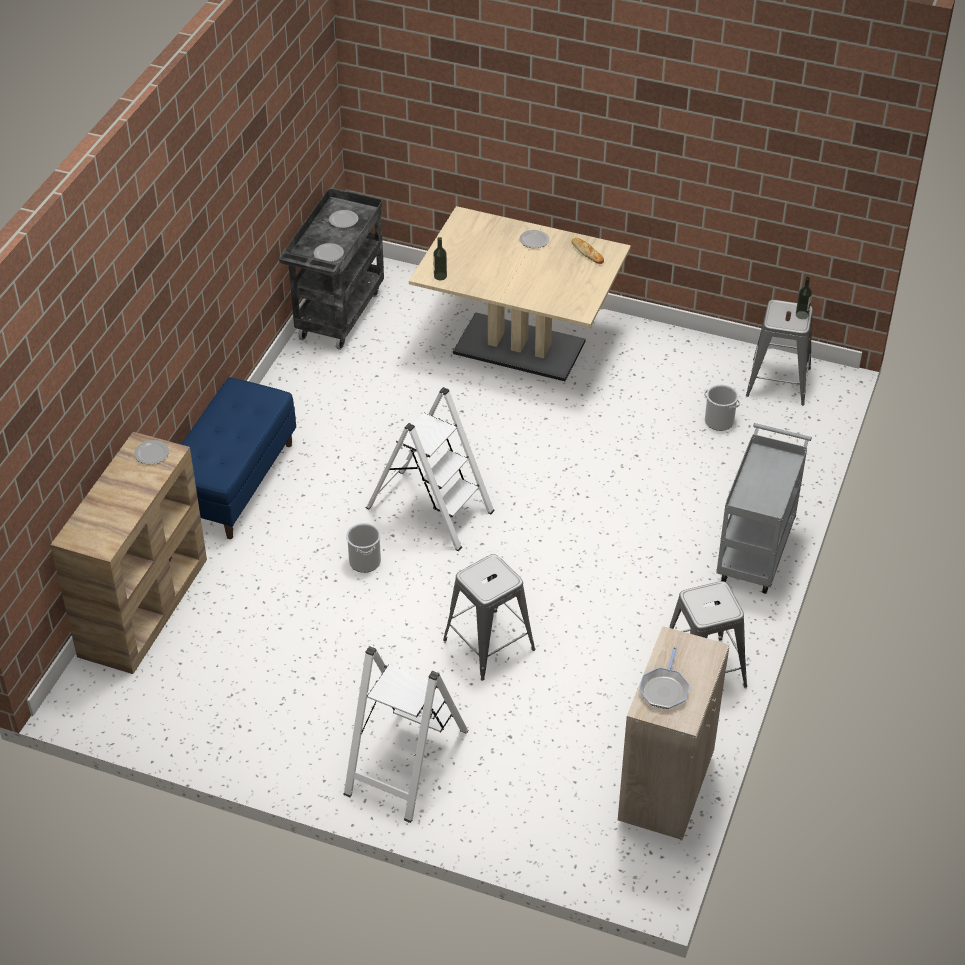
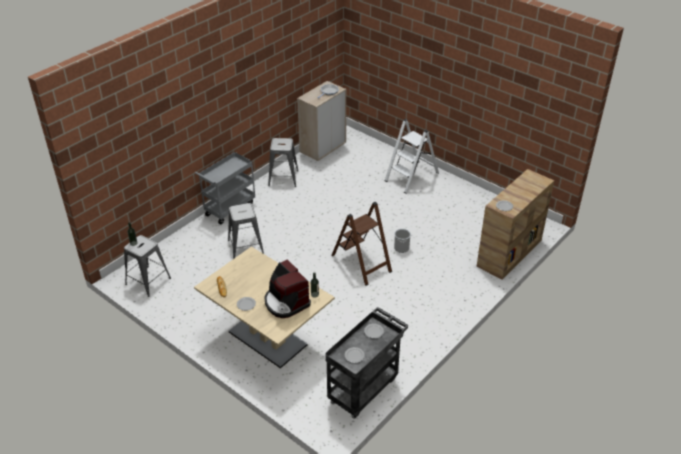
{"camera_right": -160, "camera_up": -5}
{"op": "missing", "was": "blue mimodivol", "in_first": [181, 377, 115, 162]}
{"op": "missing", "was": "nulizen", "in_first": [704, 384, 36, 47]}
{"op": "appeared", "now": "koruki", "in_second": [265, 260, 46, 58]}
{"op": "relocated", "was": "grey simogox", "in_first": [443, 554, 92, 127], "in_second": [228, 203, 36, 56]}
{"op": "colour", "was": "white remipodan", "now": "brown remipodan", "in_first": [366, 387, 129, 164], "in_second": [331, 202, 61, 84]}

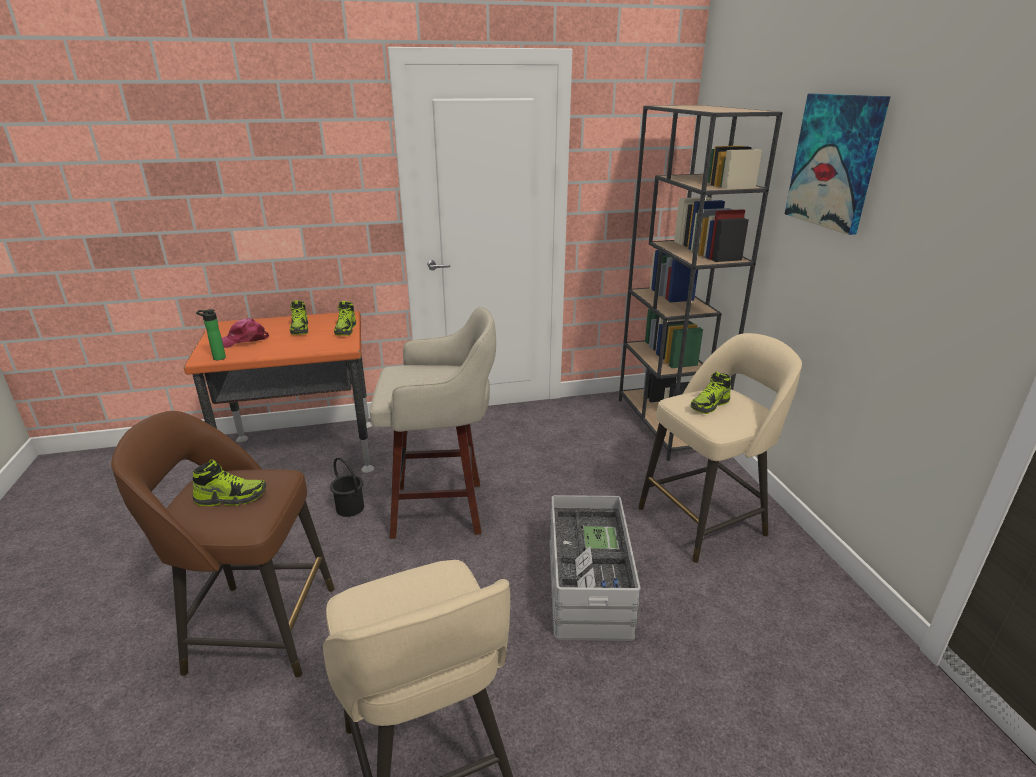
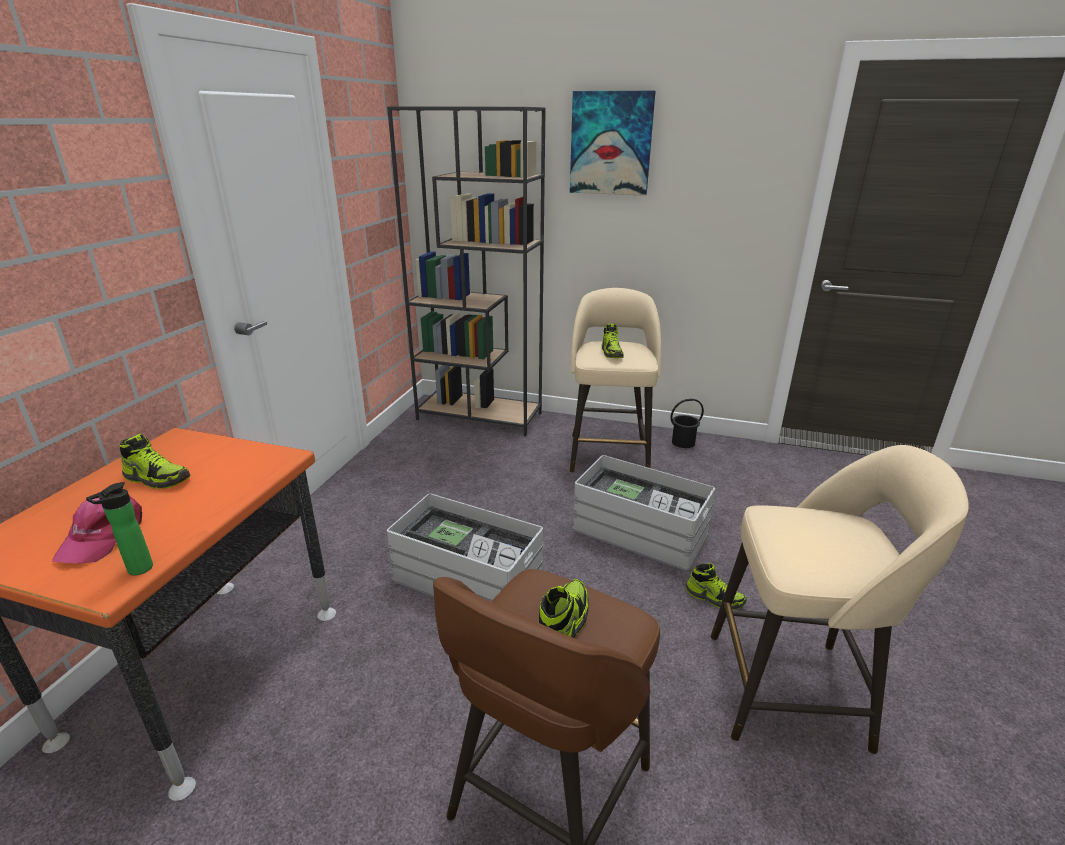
{"camera_right": -60, "camera_up": 0}
{"op": "relocated", "was": "black nulizen", "in_first": [330, 457, 34, 60], "in_second": [671, 399, 33, 49]}
{"op": "relocated", "was": "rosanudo", "in_first": [334, 301, 22, 35], "in_second": [686, 563, 61, 46]}
{"op": "exchanged", "was": "beige simogox", "now": "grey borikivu", "in_first": [370, 307, 126, 232], "in_second": [387, 494, 156, 108]}

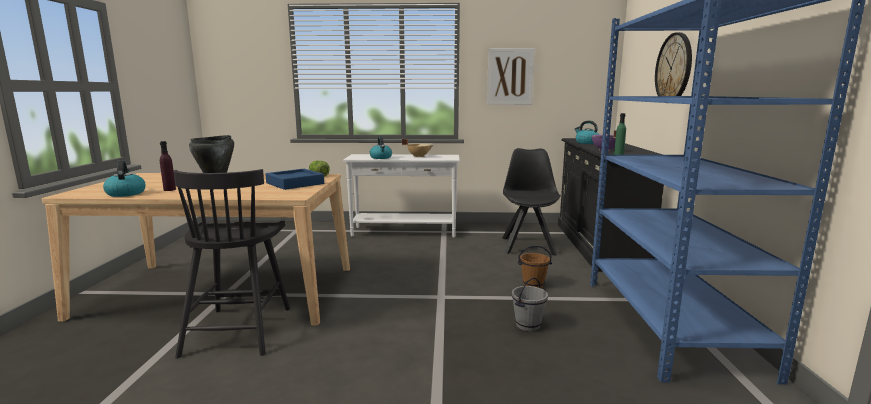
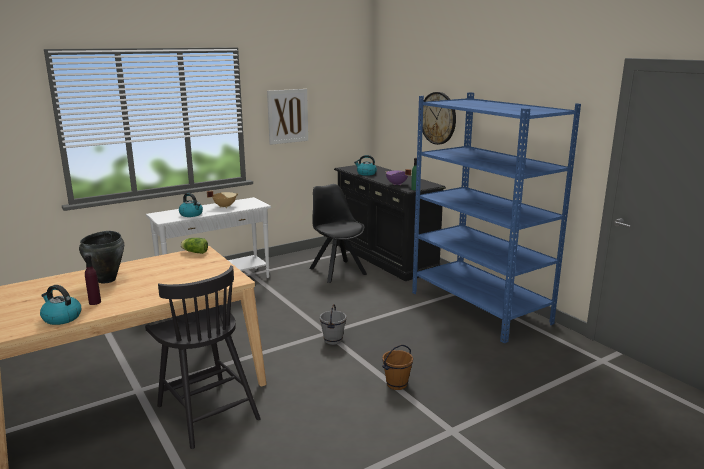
{"camera_right": -35, "camera_up": 5}
{"op": "missing", "was": "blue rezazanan", "in_first": [265, 169, 59, 21]}
{"op": "relocated", "was": "grey nulizen", "in_first": [512, 277, 36, 54], "in_second": [320, 304, 26, 41]}
{"op": "relocated", "was": "brown nulizen", "in_first": [518, 246, 34, 42], "in_second": [382, 345, 31, 45]}

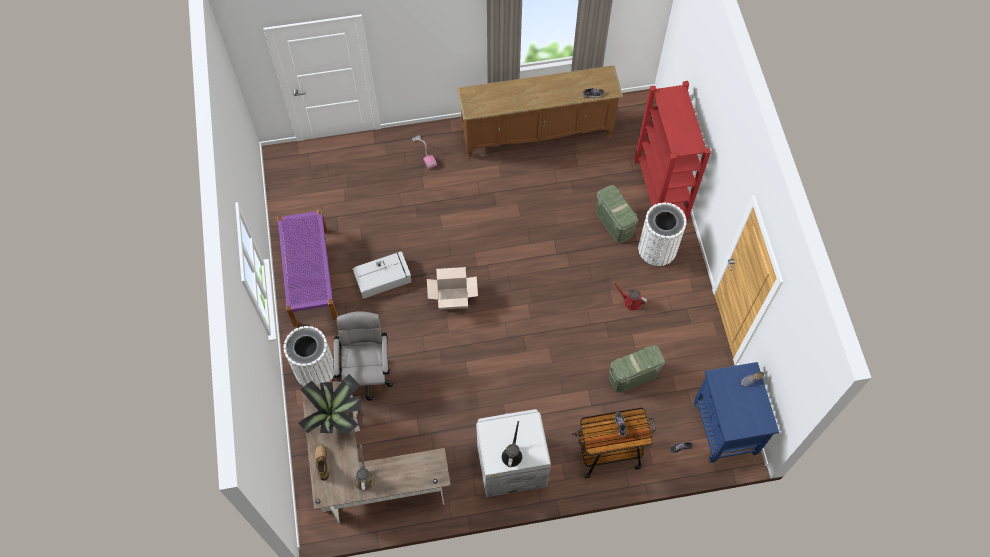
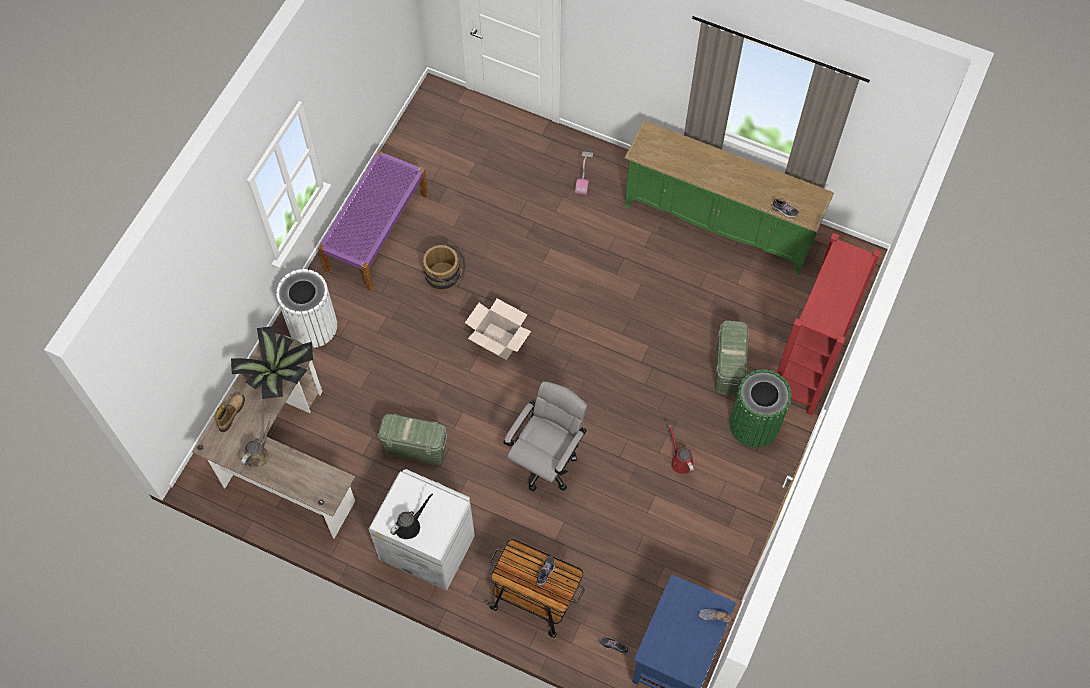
{"camera_right": 35, "camera_up": 0}
{"op": "relocated", "was": "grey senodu", "in_first": [334, 311, 59, 90], "in_second": [503, 381, 84, 110]}
{"op": "relocated", "was": "green borikivu", "in_first": [609, 345, 56, 48], "in_second": [377, 414, 71, 51]}
{"op": "exchanged", "was": "grey borikivu", "now": "brown nulizen", "in_first": [353, 251, 59, 48], "in_second": [423, 244, 43, 47]}
{"op": "colour", "was": "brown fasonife", "now": "green fasonife", "in_first": [457, 65, 166, 94], "in_second": [624, 121, 210, 154]}
{"op": "colour", "was": "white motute", "now": "green motute", "in_first": [638, 202, 48, 64], "in_second": [729, 369, 62, 79]}

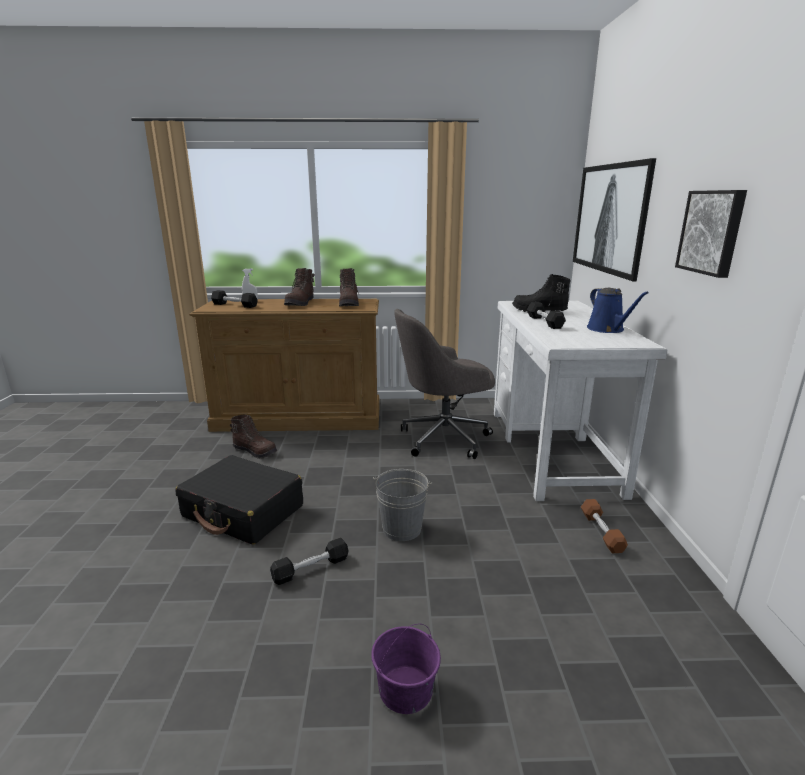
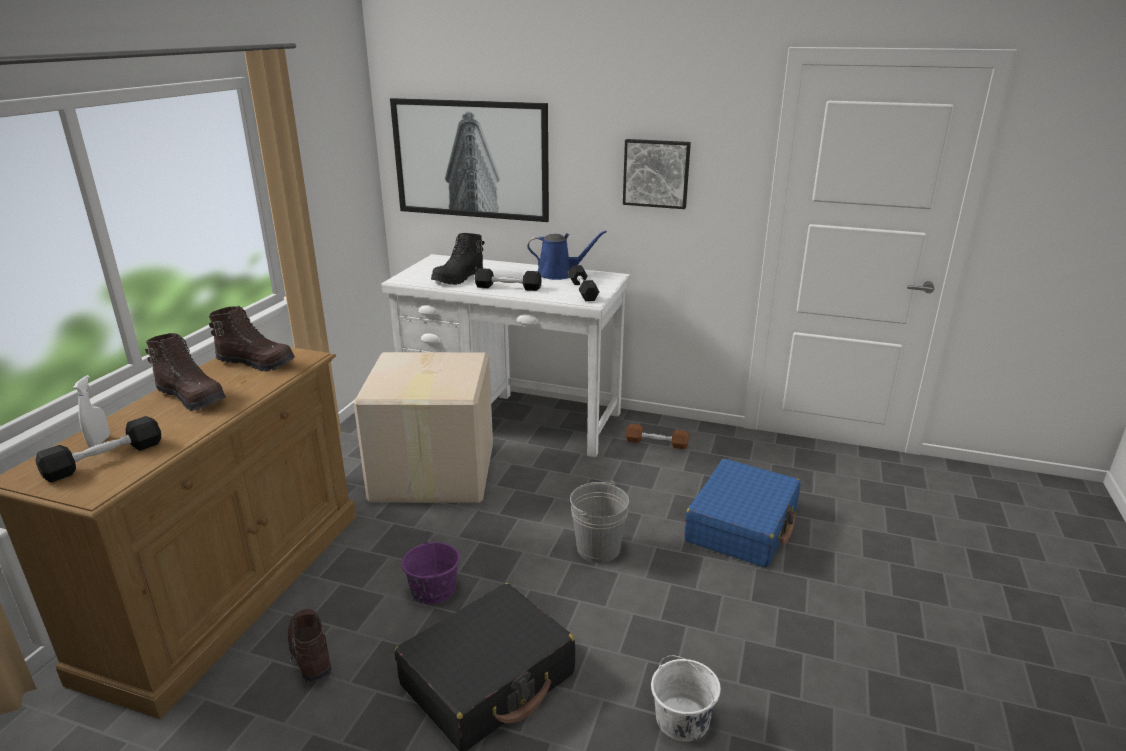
{"camera_right": -70, "camera_up": 5}
{"op": "appeared", "now": "white nulizen", "in_second": [651, 655, 70, 87]}
{"op": "appeared", "now": "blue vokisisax", "in_second": [684, 459, 117, 109]}
{"op": "relocated", "was": "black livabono", "in_first": [270, 538, 79, 47], "in_second": [568, 265, 31, 36]}
{"op": "relocated", "was": "purple nulizen", "in_first": [371, 624, 70, 90], "in_second": [401, 531, 59, 73]}
{"op": "exchanged", "was": "grey senodu", "now": "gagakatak", "in_first": [394, 309, 101, 150], "in_second": [353, 352, 140, 151]}
{"op": "spun", "was": "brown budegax", "in_first": [230, 415, 47, 44], "in_second": [288, 609, 44, 74], "clockwise": -75}

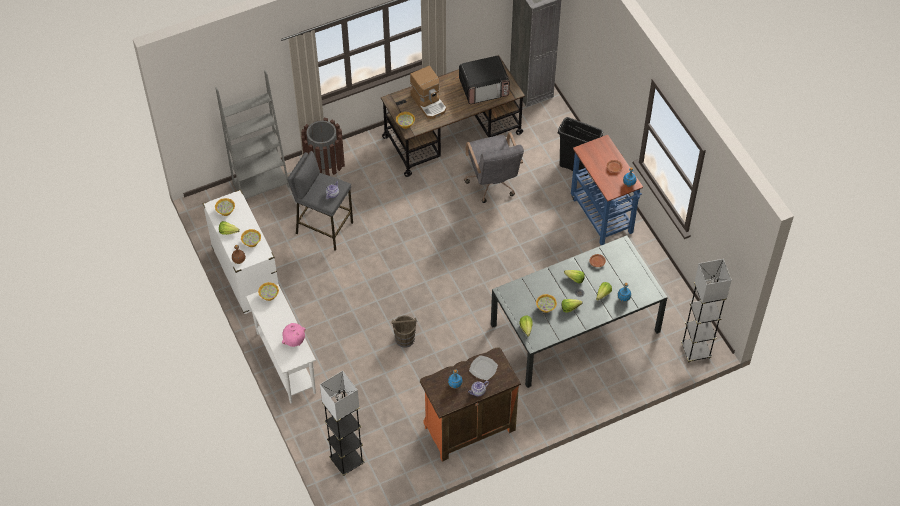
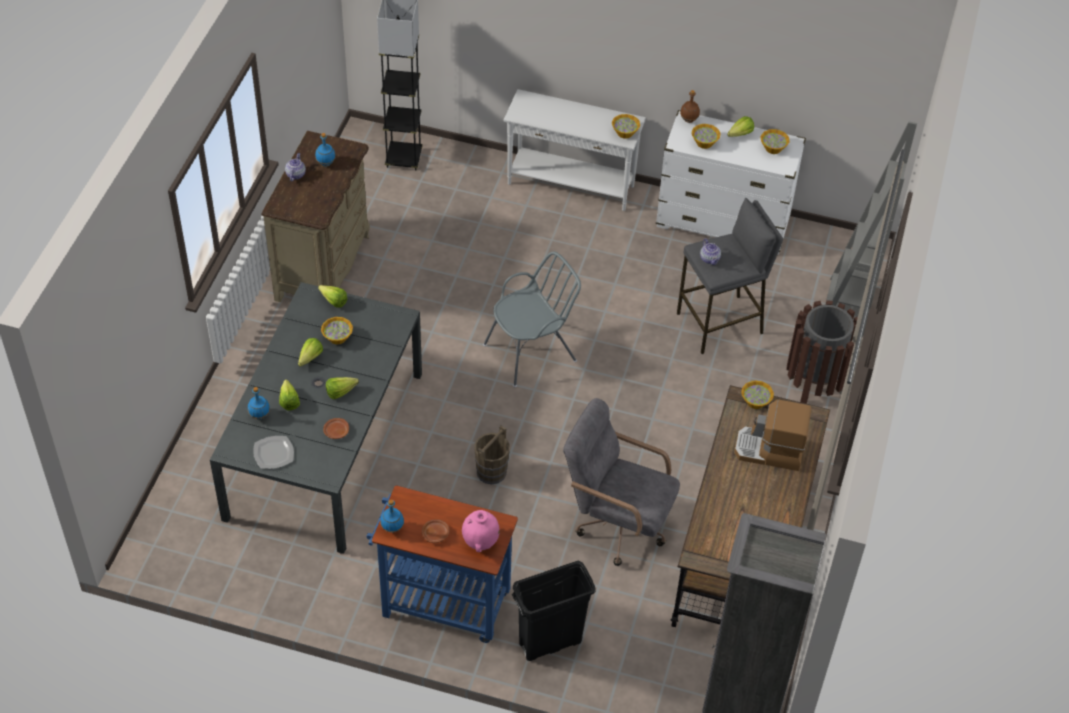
{"camera_right": 130, "camera_up": -5}
{"op": "missing", "was": "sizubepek", "in_first": [459, 56, 51, 48]}
{"op": "missing", "was": "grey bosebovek", "in_first": [681, 259, 51, 103]}
{"op": "appeared", "now": "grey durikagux", "in_second": [483, 252, 98, 135]}
{"op": "relocated", "was": "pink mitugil", "in_first": [282, 323, 24, 24], "in_second": [462, 510, 38, 42]}
{"op": "relocated", "was": "brown nulizen", "in_first": [391, 315, 26, 33], "in_second": [474, 425, 36, 59]}
{"op": "relocated", "was": "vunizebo", "in_first": [469, 355, 29, 25], "in_second": [253, 436, 41, 33]}
{"op": "colour", "was": "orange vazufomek", "now": "beige vazufomek", "in_first": [420, 347, 101, 115], "in_second": [262, 131, 108, 171]}

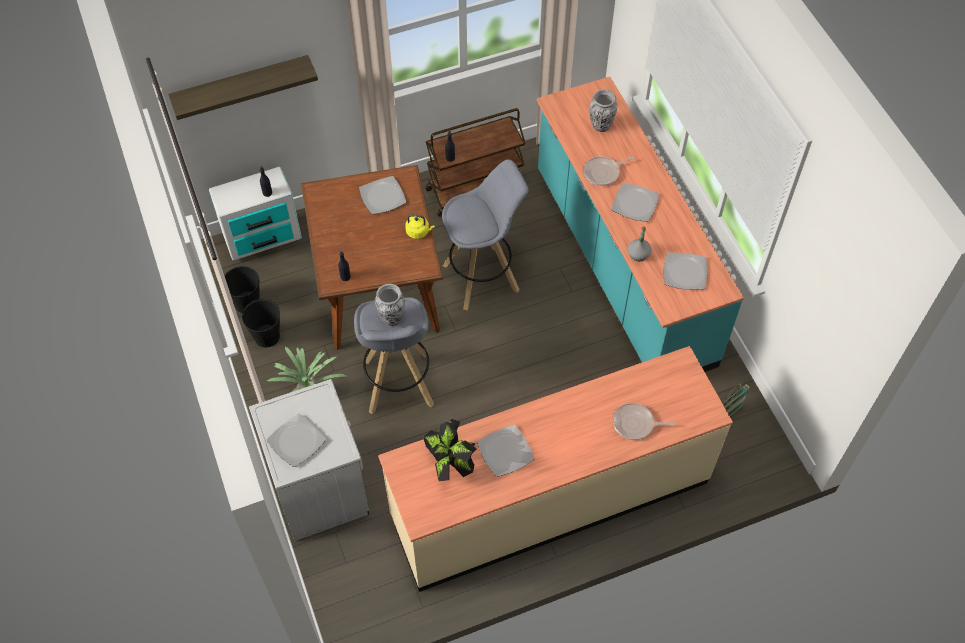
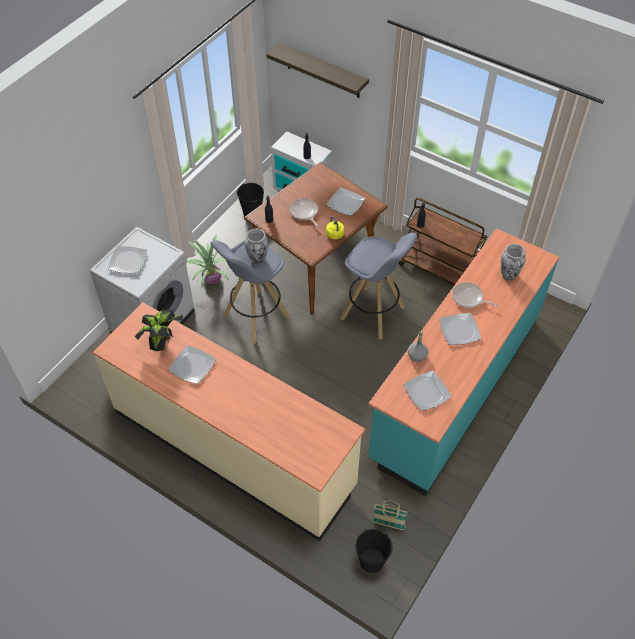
{"camera_right": 55, "camera_up": -5}
{"op": "relocated", "was": "black nulizen", "in_first": [242, 299, 38, 48], "in_second": [356, 529, 37, 44]}
{"op": "relocated", "was": "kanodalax", "in_first": [613, 403, 63, 37], "in_second": [290, 199, 28, 28]}

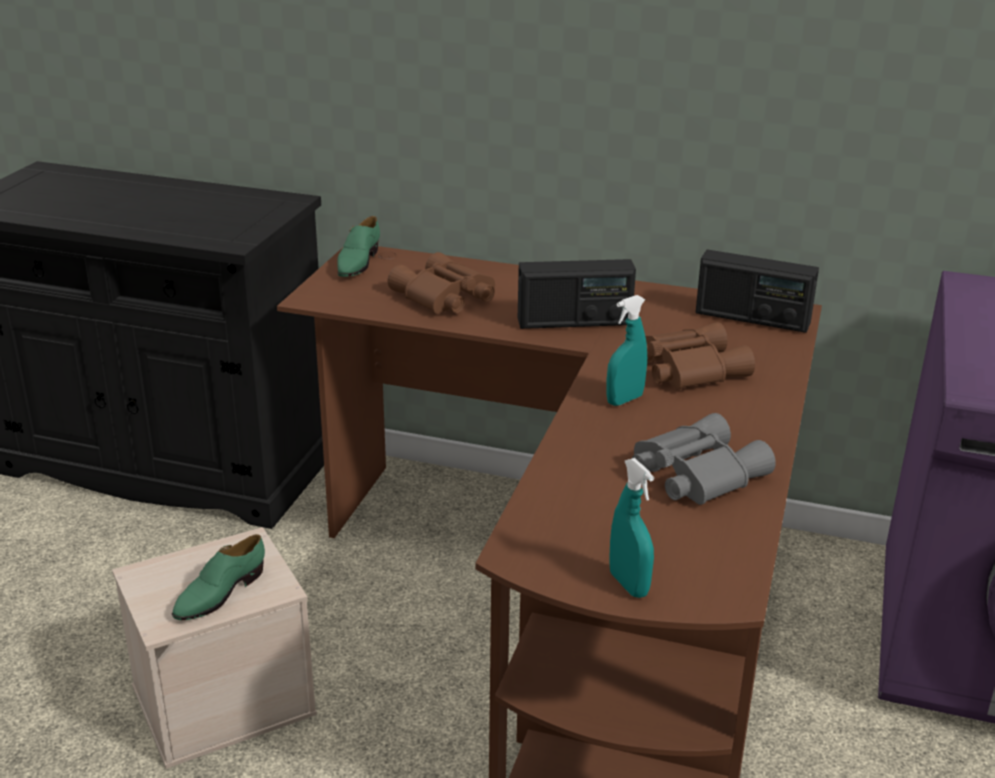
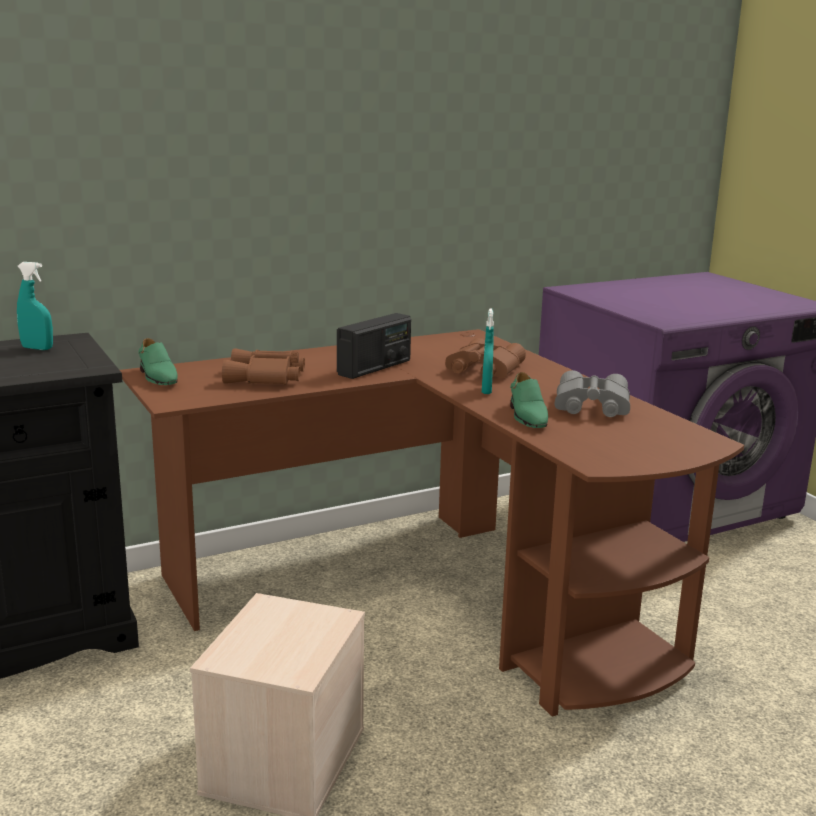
{"camera_right": -45, "camera_up": -10}
{"op": "missing", "was": "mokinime", "in_first": [696, 250, 123, 83]}
{"op": "relocated", "was": "green rosanudo", "in_first": [172, 534, 93, 86], "in_second": [510, 372, 38, 56]}
{"op": "relocated", "was": "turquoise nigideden", "in_first": [609, 458, 45, 140], "in_second": [17, 262, 36, 88]}

